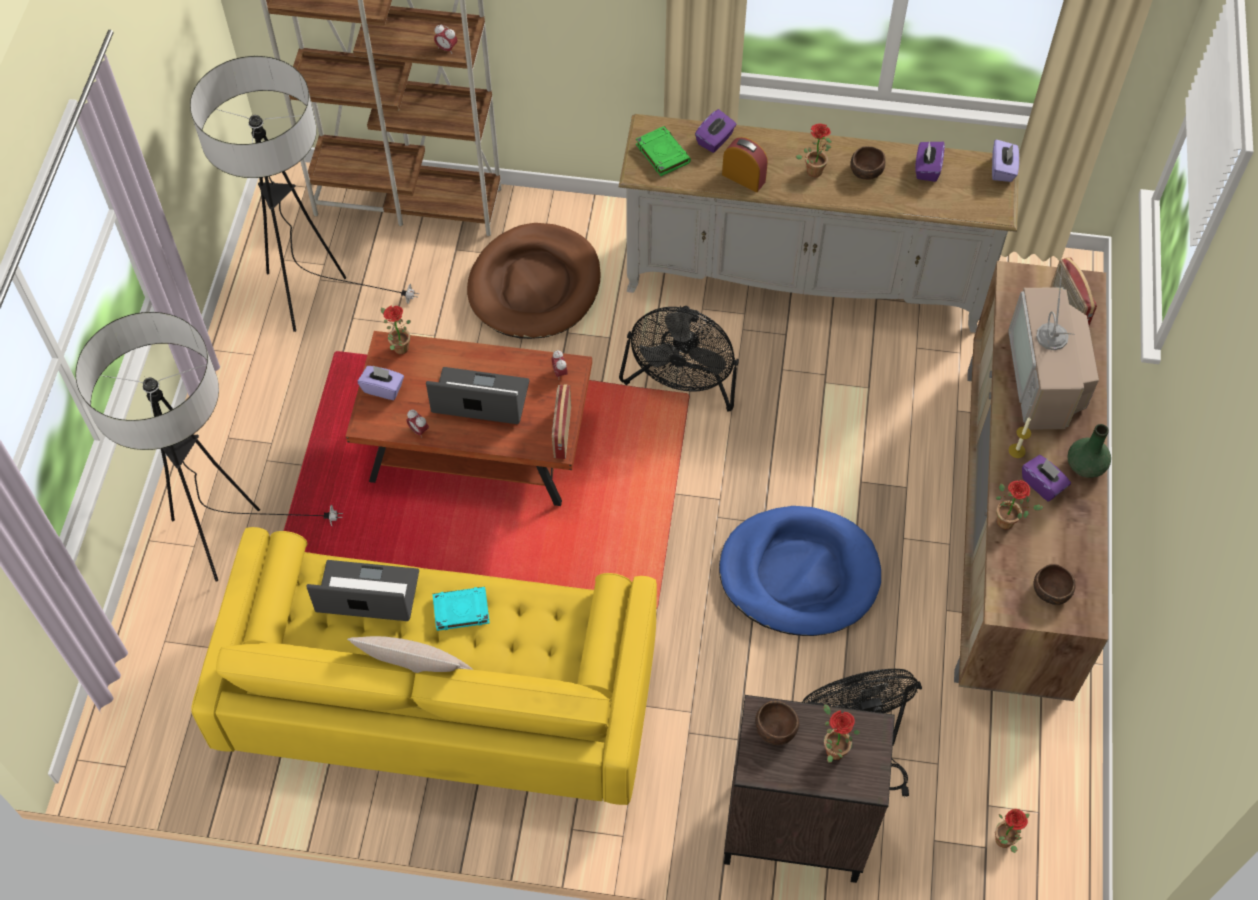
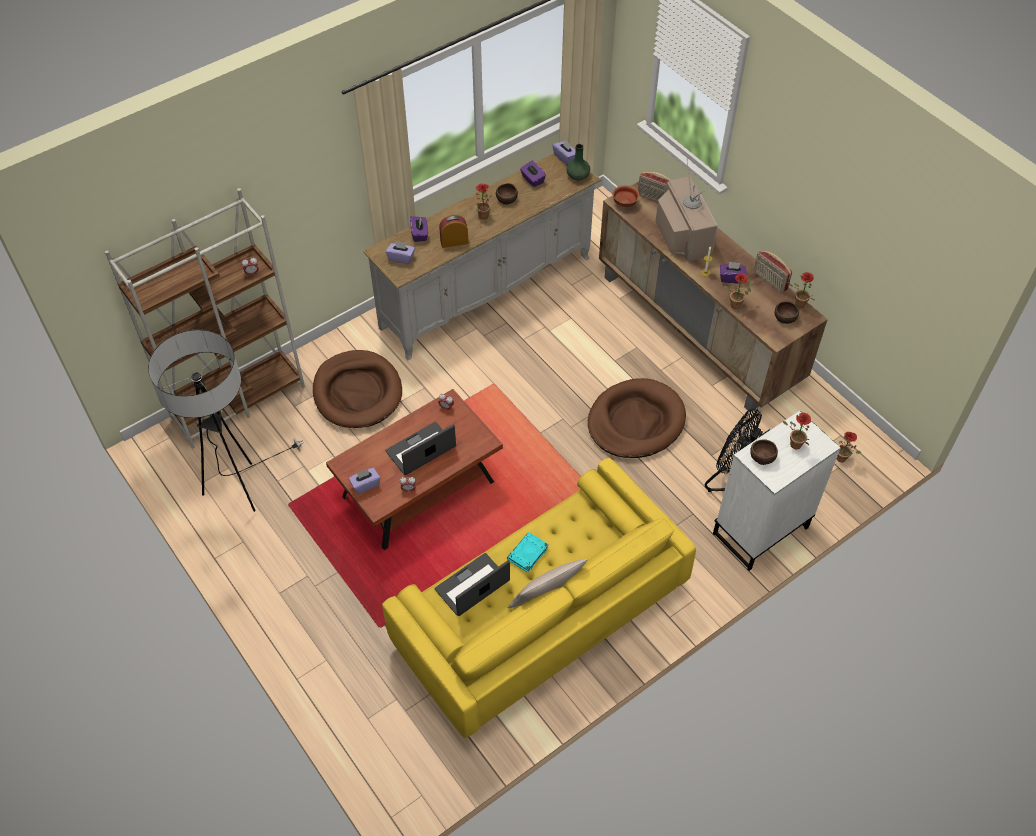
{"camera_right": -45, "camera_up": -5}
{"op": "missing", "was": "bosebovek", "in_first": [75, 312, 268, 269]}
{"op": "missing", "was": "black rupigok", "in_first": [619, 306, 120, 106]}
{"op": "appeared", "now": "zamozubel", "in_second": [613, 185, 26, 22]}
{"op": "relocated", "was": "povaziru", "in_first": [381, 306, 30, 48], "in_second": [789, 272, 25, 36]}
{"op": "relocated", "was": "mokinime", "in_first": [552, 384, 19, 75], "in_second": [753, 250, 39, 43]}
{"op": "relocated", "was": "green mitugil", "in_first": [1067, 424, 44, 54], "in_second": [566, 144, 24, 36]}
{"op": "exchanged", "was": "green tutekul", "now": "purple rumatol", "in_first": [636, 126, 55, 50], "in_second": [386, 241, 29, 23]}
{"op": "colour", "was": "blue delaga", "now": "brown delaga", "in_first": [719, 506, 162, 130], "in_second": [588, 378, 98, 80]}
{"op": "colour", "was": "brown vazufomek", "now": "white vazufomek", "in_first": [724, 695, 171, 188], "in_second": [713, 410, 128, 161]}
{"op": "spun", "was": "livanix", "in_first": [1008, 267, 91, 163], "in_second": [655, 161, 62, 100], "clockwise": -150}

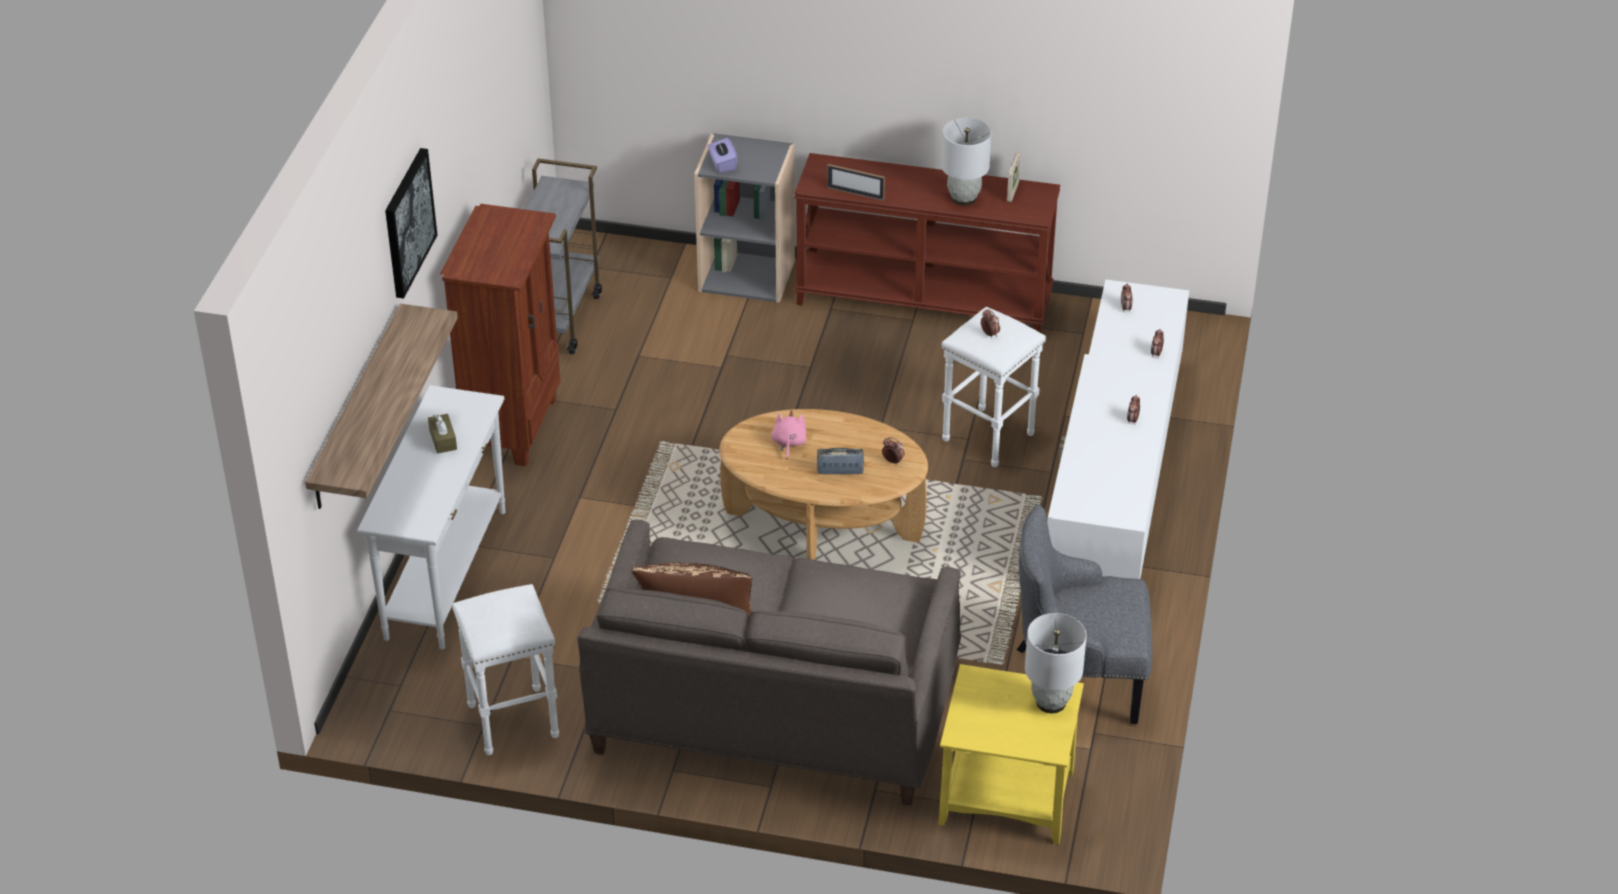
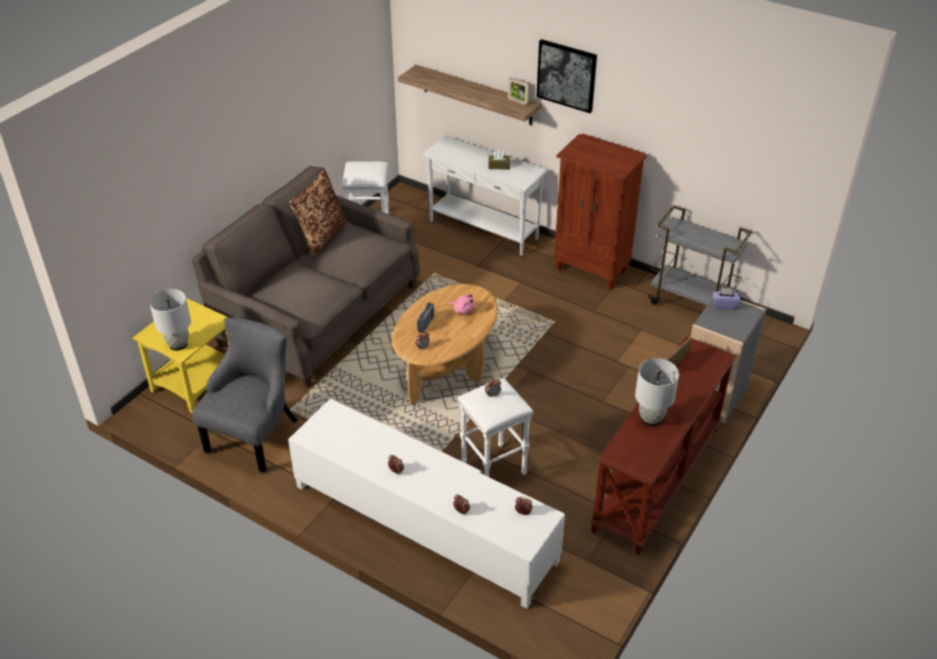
{"camera_right": 110, "camera_up": 0}
{"op": "relocated", "was": "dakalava", "in_first": [1007, 153, 14, 49], "in_second": [508, 77, 21, 28]}

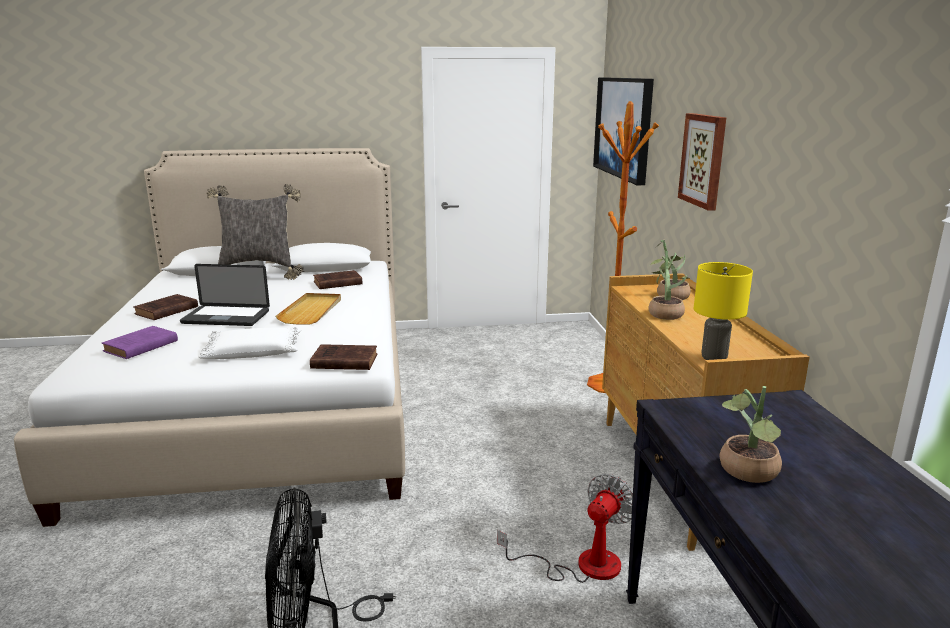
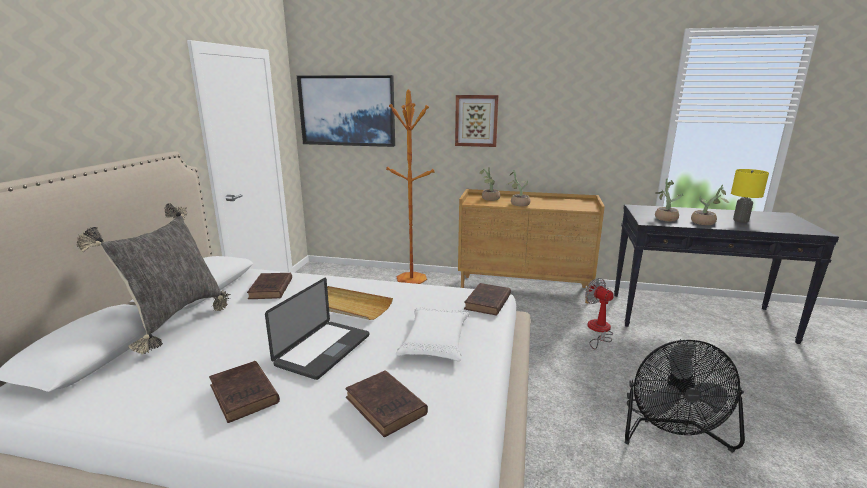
{"camera_right": -70, "camera_up": 0}
{"op": "appeared", "now": "povaziru", "in_second": [655, 179, 28, 42]}
{"op": "relocated", "was": "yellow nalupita", "in_first": [694, 262, 59, 98], "in_second": [731, 169, 38, 54]}
{"op": "colour", "was": "purple tutekul", "now": "brown tutekul", "in_first": [102, 326, 76, 33], "in_second": [345, 370, 83, 67]}

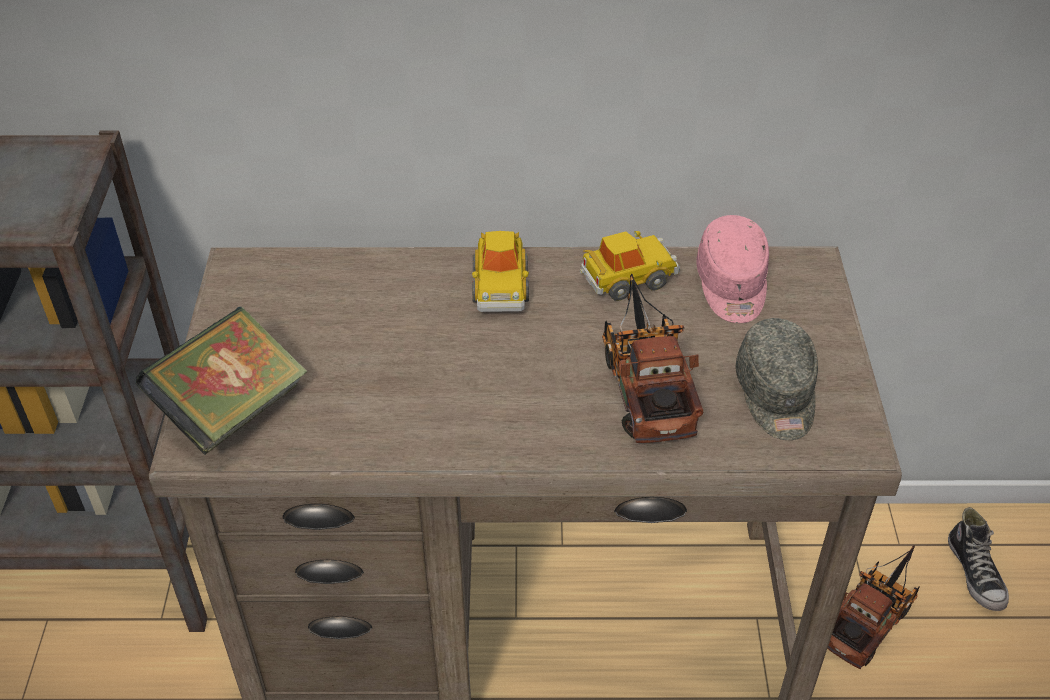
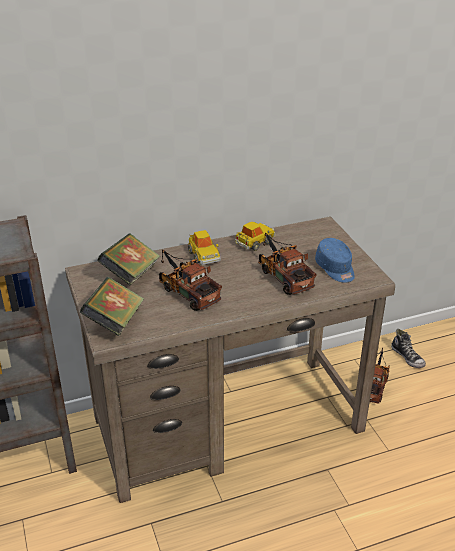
{"camera_right": -20, "camera_up": -10}
{"op": "missing", "was": "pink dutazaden", "in_first": [696, 215, 73, 108]}
{"op": "appeared", "now": "tutekul", "in_second": [97, 233, 63, 52]}
{"op": "appeared", "now": "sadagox", "in_second": [159, 250, 63, 61]}
{"op": "colour", "was": "grey dutazaden", "now": "blue dutazaden", "in_first": [735, 318, 83, 122], "in_second": [315, 238, 40, 45]}

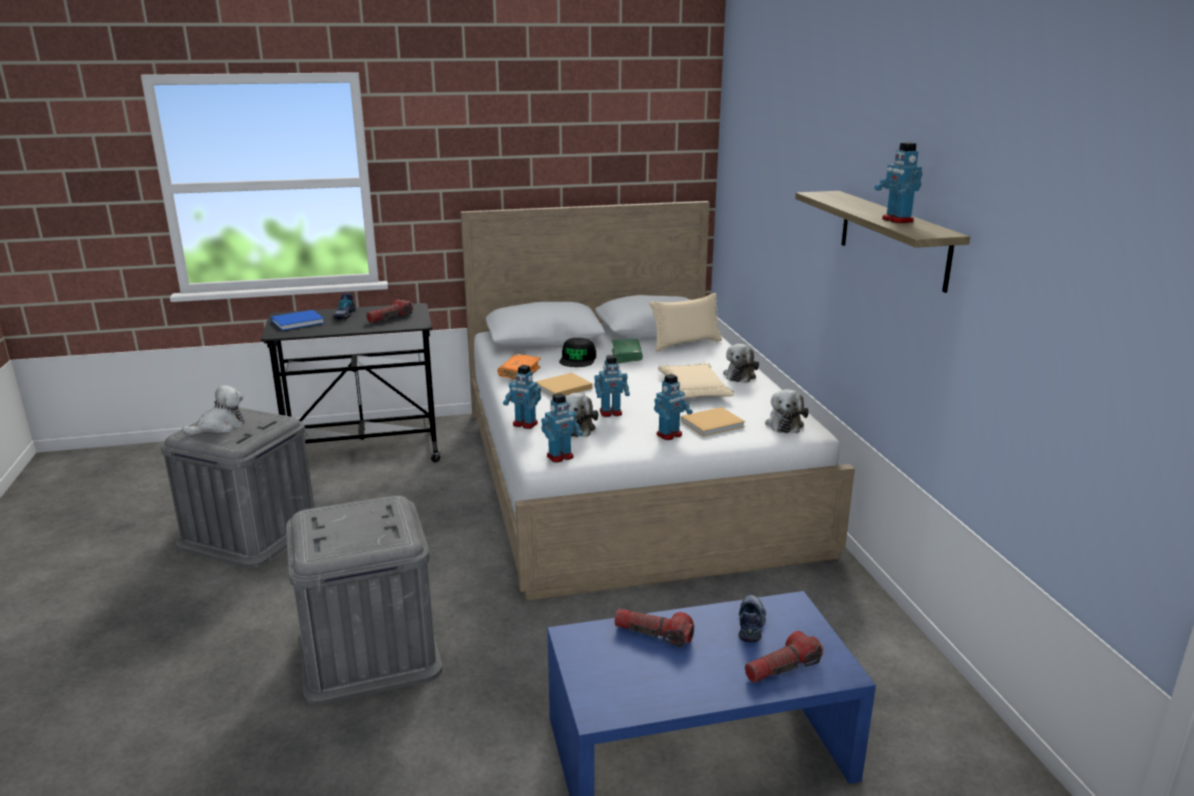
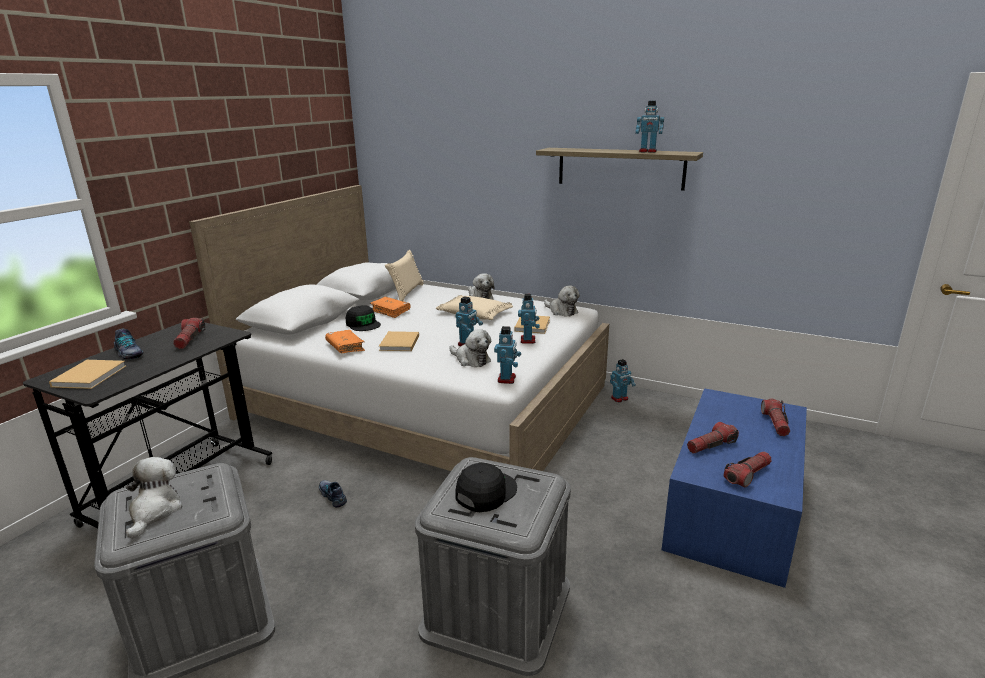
{"camera_right": -50, "camera_up": 0}
{"op": "appeared", "now": "black dutazaden", "in_second": [455, 463, 62, 49]}
{"op": "appeared", "now": "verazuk", "in_second": [723, 452, 49, 35]}
{"op": "relocated", "was": "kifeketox", "in_first": [503, 365, 38, 64], "in_second": [610, 359, 26, 43]}
{"op": "relocated", "was": "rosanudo", "in_first": [739, 595, 27, 47], "in_second": [319, 480, 28, 28]}
{"op": "colour", "was": "blue tutekul", "now": "beige tutekul", "in_first": [271, 310, 53, 20], "in_second": [49, 360, 77, 29]}
{"op": "colour", "was": "green tutekul", "now": "orange tutekul", "in_first": [612, 339, 31, 25], "in_second": [370, 297, 41, 21]}

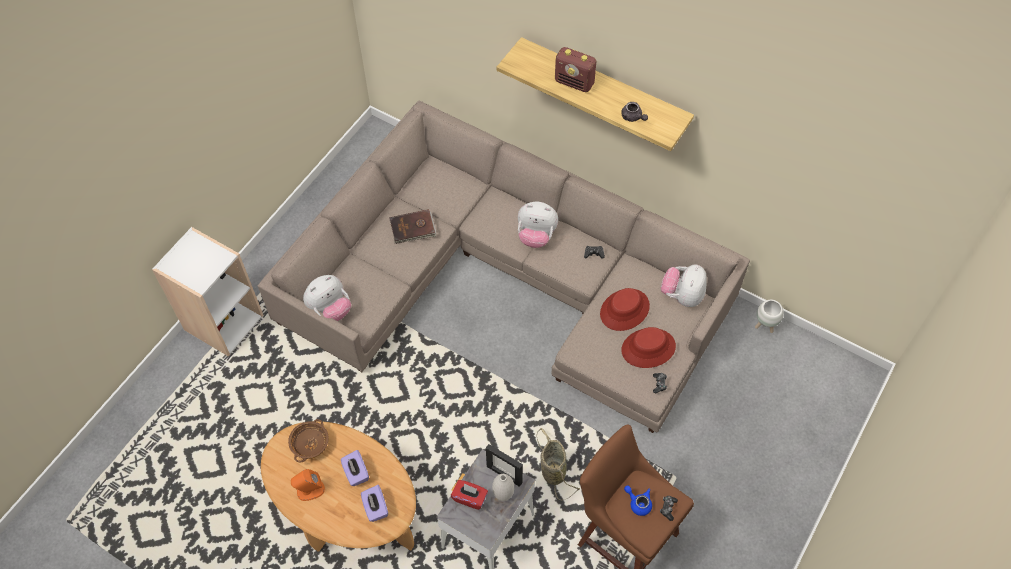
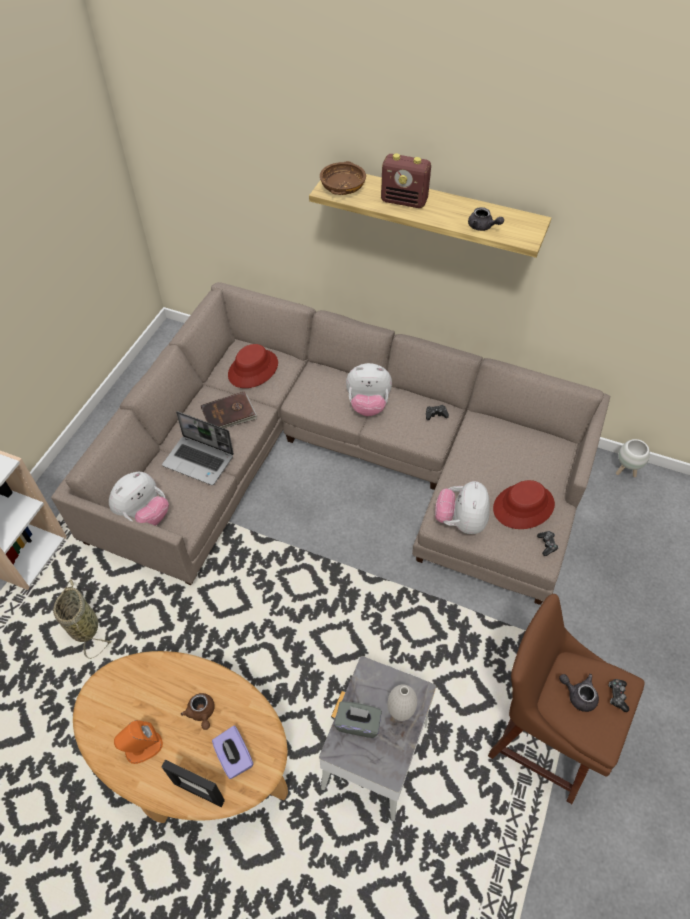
{"camera_right": -10, "camera_up": -5}
{"op": "appeared", "now": "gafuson", "in_second": [162, 411, 72, 74]}
{"op": "relocated", "was": "brown zamozubel", "in_first": [288, 419, 41, 44], "in_second": [320, 161, 46, 34]}
{"op": "relocated", "was": "dakalava", "in_first": [486, 444, 37, 43], "in_second": [161, 760, 64, 47]}
{"op": "relocated", "was": "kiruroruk", "in_first": [536, 428, 44, 73], "in_second": [53, 579, 58, 80]}
{"op": "relocated", "was": "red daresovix", "in_first": [600, 288, 50, 43], "in_second": [228, 344, 50, 44]}
{"op": "relocated", "was": "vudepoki", "in_first": [661, 264, 46, 43], "in_second": [435, 481, 55, 53]}
{"op": "exchanged", "was": "purple rumatol", "now": "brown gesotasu", "in_first": [341, 450, 28, 36], "in_second": [181, 693, 34, 37]}
{"op": "colour", "was": "red rumatol", "now": "grey rumatol", "in_first": [451, 480, 37, 30], "in_second": [334, 702, 48, 36]}
{"op": "colour", "was": "blue gesotasu", "now": "grey gesotasu", "in_first": [624, 485, 28, 31], "in_second": [559, 674, 40, 38]}

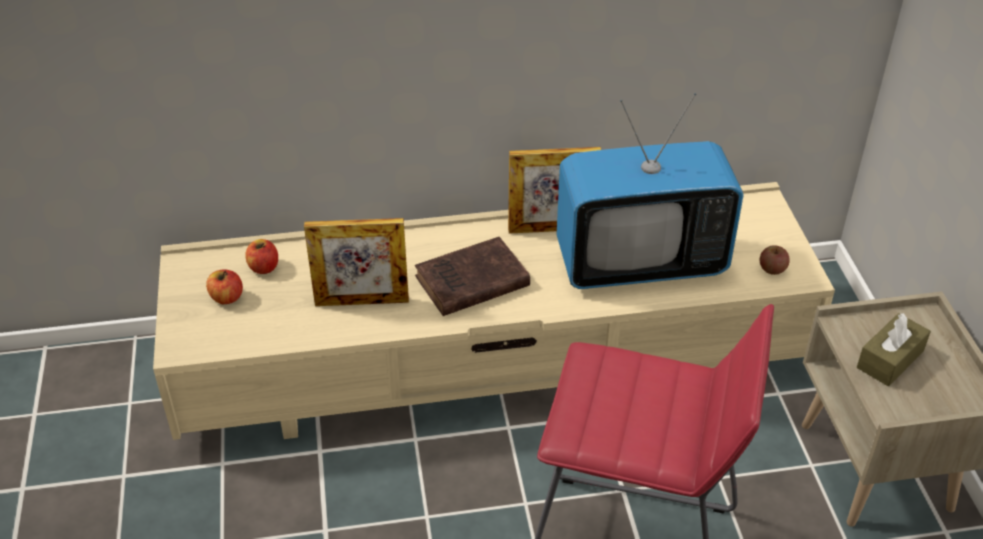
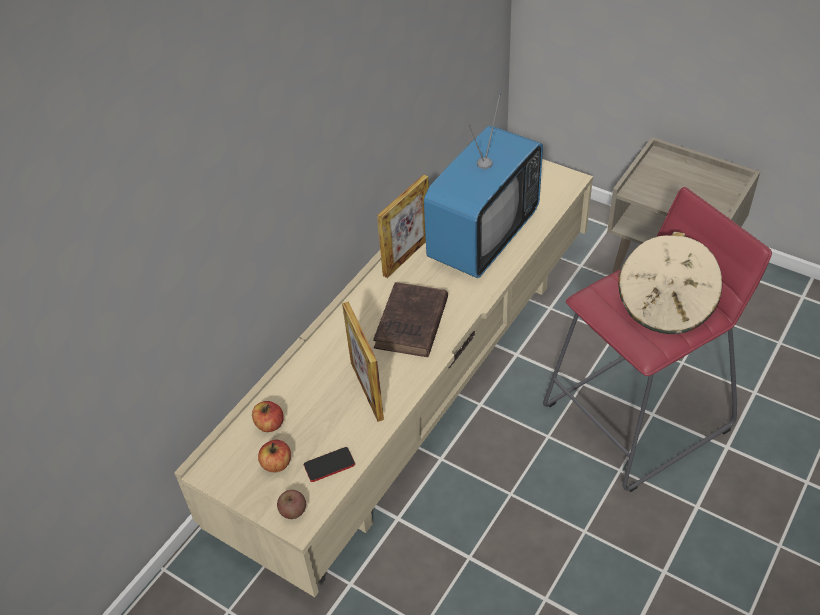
{"camera_right": -45, "camera_up": 5}
{"op": "missing", "was": "brown rumatol", "in_first": [857, 312, 74, 74]}
{"op": "appeared", "now": "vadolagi", "in_second": [304, 447, 51, 35]}
{"op": "appeared", "now": "beige daresovix", "in_second": [618, 232, 104, 102]}
{"op": "relocated", "was": "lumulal", "in_first": [760, 245, 30, 30], "in_second": [277, 490, 29, 29]}
{"op": "spun", "was": "dakalava", "in_first": [304, 218, 105, 88], "in_second": [342, 302, 42, 120], "clockwise": 120}

